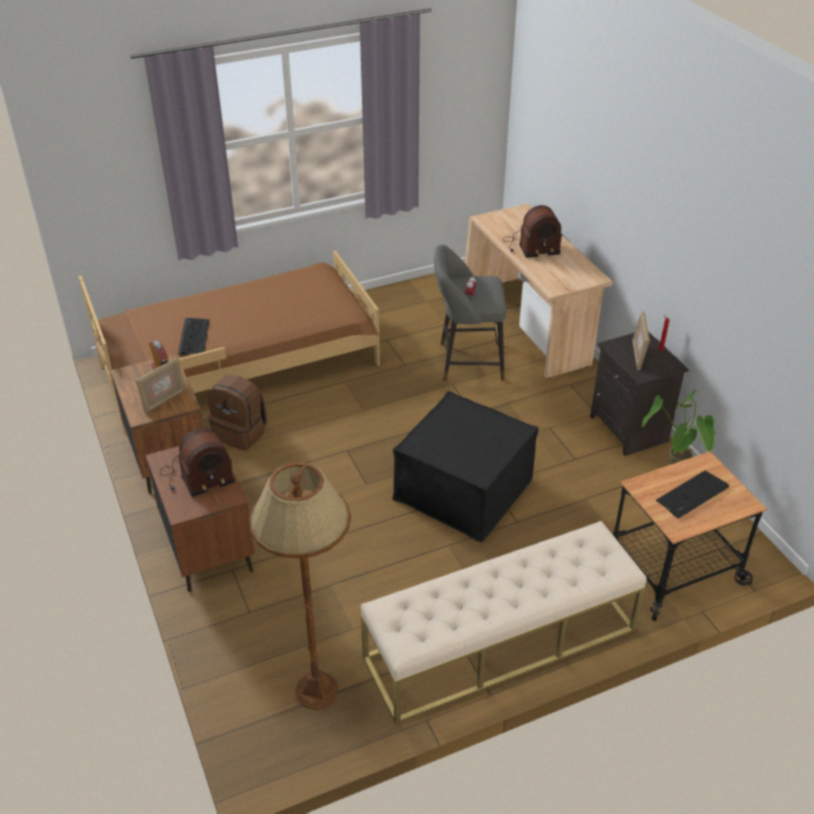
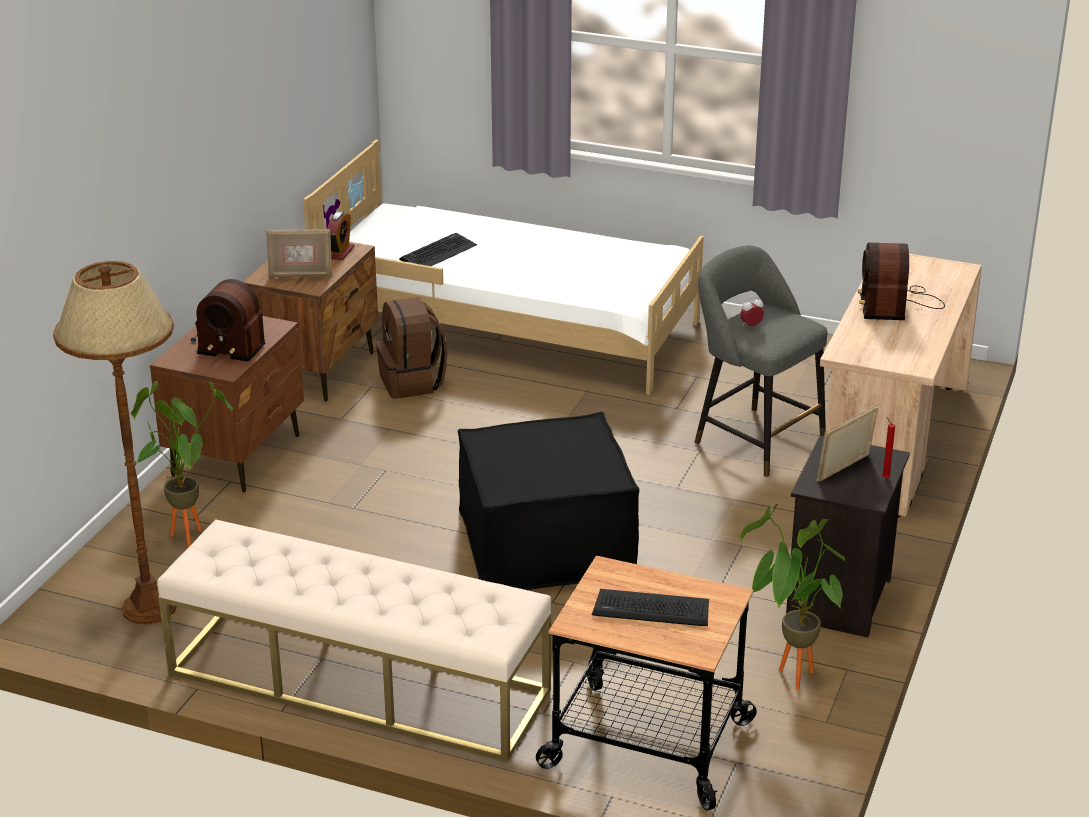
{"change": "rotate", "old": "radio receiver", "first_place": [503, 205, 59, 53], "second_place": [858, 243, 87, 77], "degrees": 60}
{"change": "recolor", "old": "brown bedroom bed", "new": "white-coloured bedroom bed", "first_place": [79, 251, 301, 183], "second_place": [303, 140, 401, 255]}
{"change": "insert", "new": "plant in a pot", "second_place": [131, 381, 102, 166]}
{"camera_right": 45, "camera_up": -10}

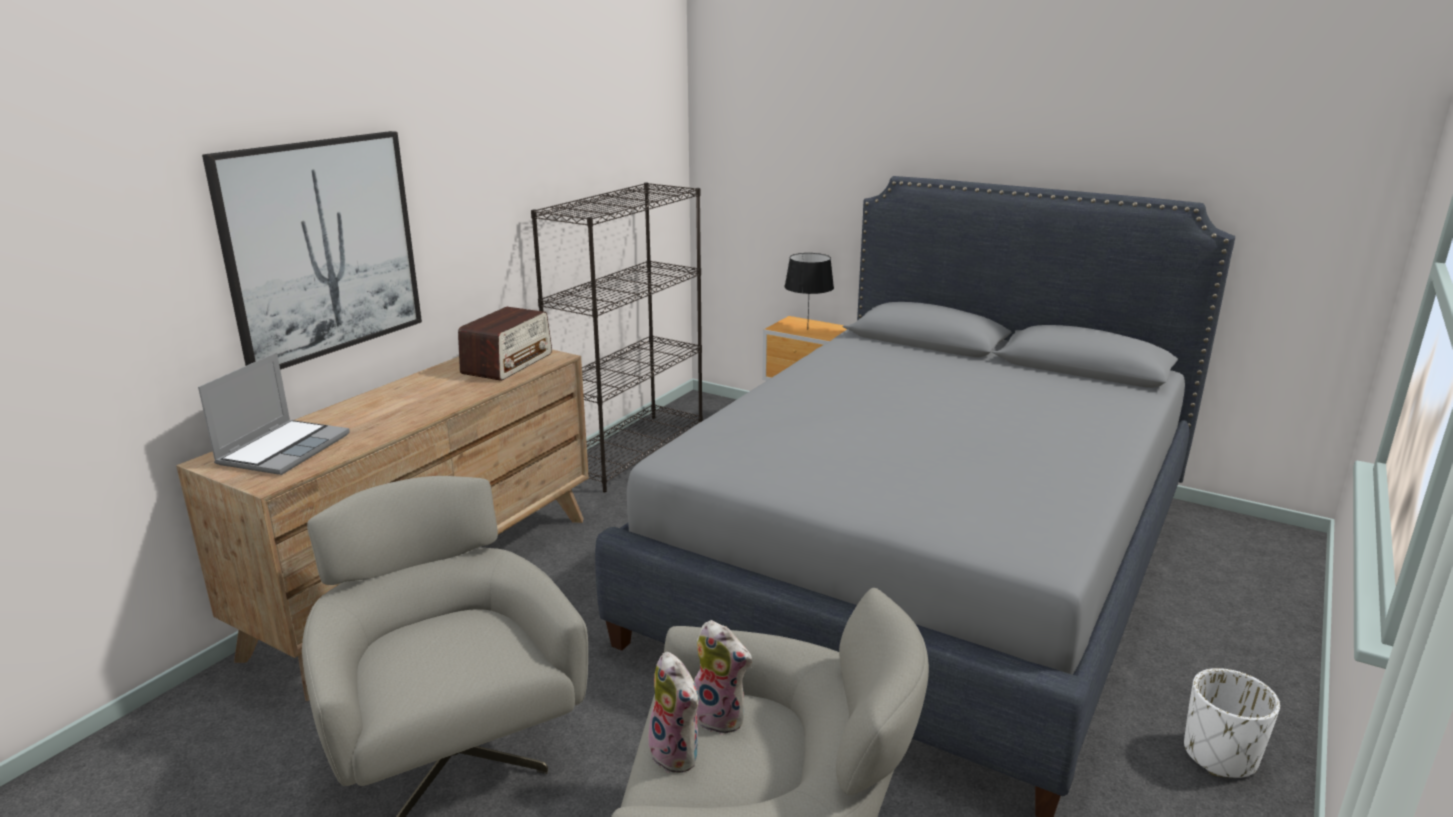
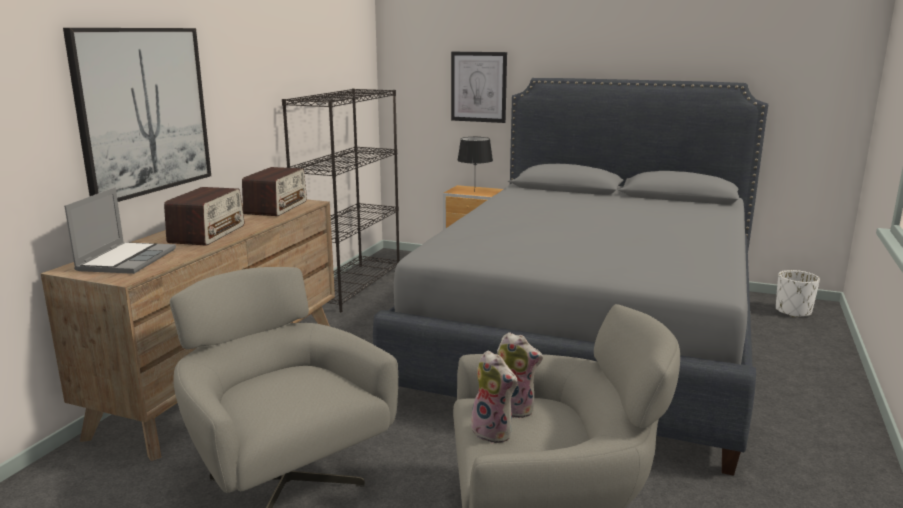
{"change": "move", "old": "white-coloured flower pot", "first_place": [1184, 668, 96, 110], "second_place": [776, 270, 44, 47]}
{"change": "insert", "new": "picture", "second_place": [451, 52, 56, 71]}
{"change": "insert", "new": "radio receiver", "second_place": [164, 187, 81, 59]}
{"camera_right": -10, "camera_up": -5}

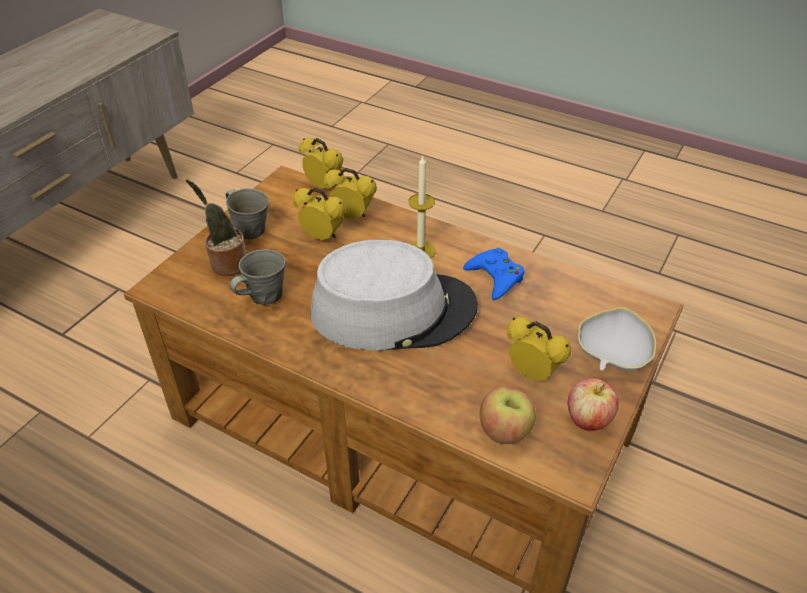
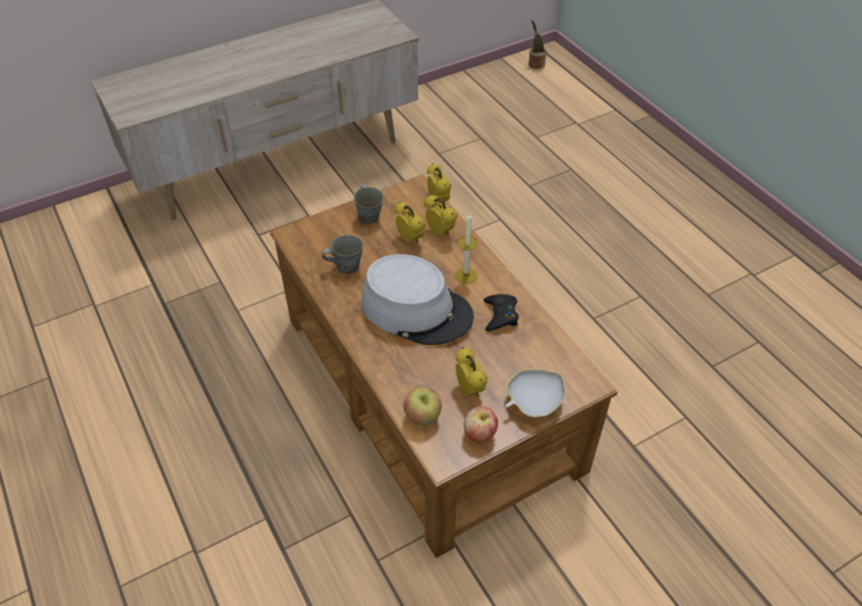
{"change": "move", "old": "plant in a pot", "first_place": [186, 179, 61, 97], "second_place": [529, 19, 18, 50]}
{"change": "recolor", "old": "bluish gamepad", "new": "black-coloured gamepad", "first_place": [463, 248, 62, 52], "second_place": [484, 294, 35, 37]}
{"camera_right": 30, "camera_up": 5}

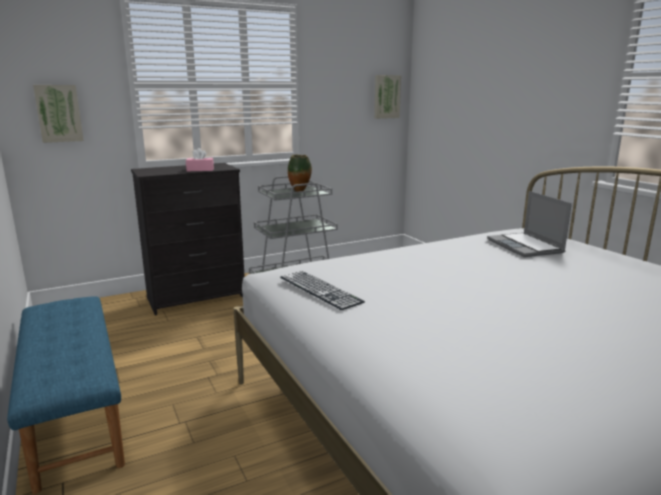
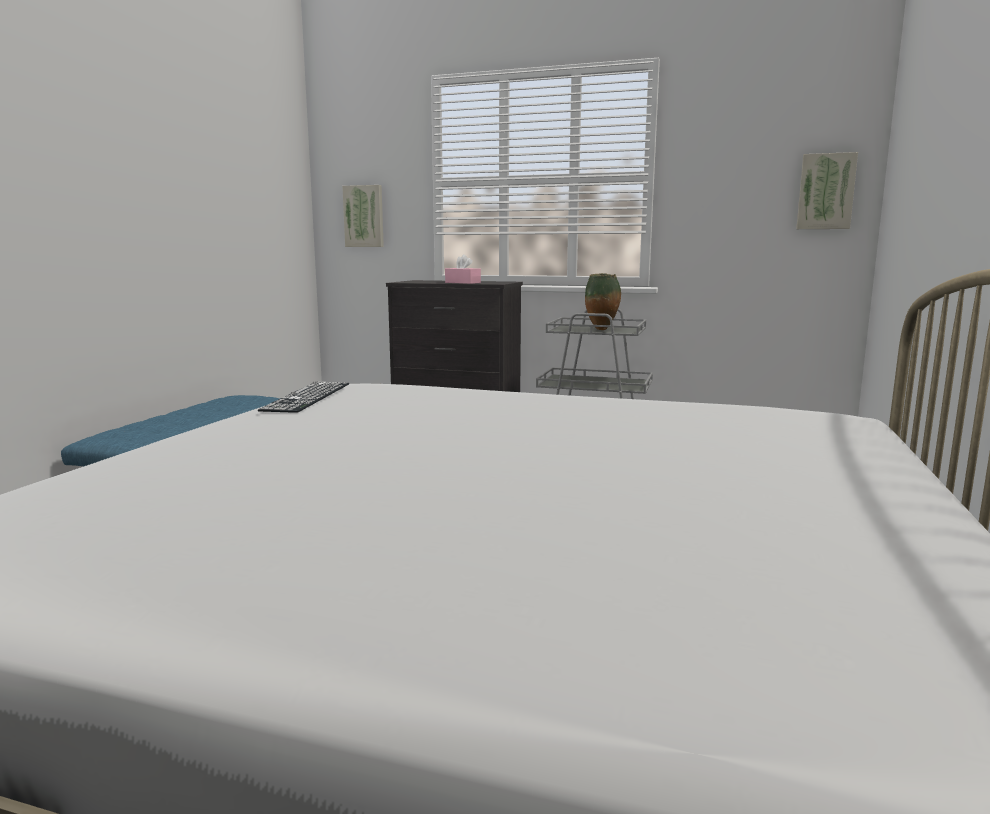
{"change": "delete", "old": "portable computer", "first_place": [487, 191, 85, 66]}
{"camera_right": 45, "camera_up": -5}

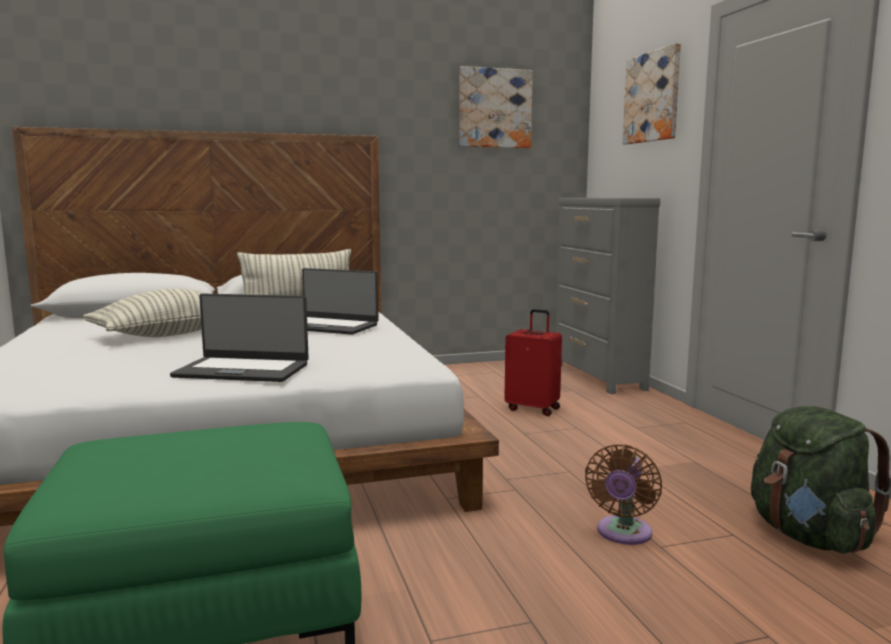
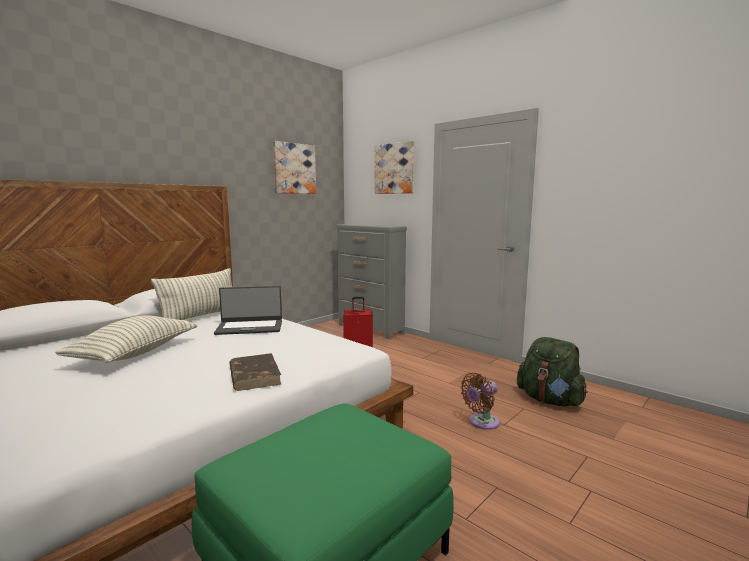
{"change": "replace", "old": "portable computer", "new": "brown book", "first_place": [170, 294, 139, 88], "second_place": [230, 353, 51, 38]}
{"change": "rotate", "old": "brown fan", "first_place": [585, 444, 77, 101], "second_place": [460, 373, 40, 57], "degrees": 60}
{"camera_right": -30, "camera_up": 0}

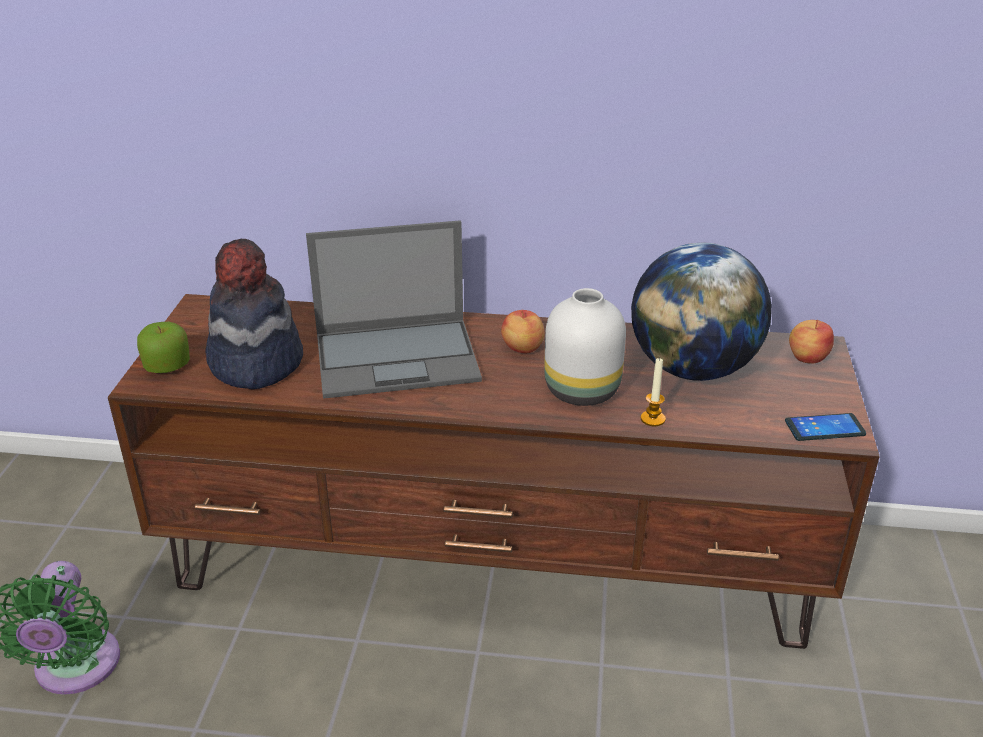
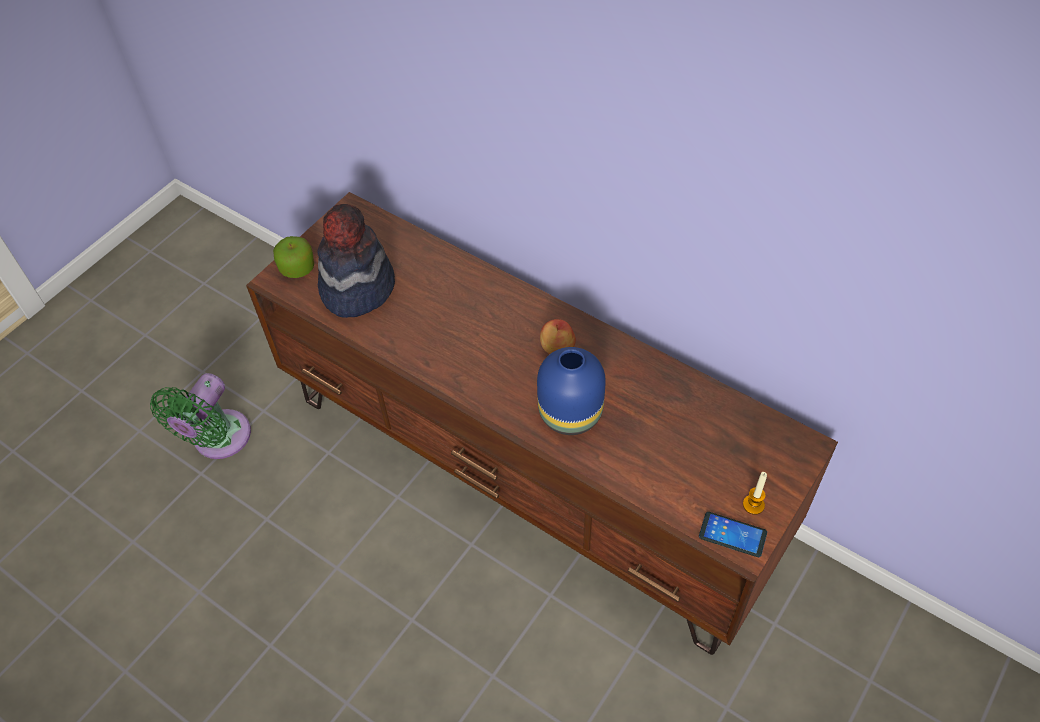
{"change": "delete", "old": "portable computer", "first_place": [306, 220, 176, 179]}
{"change": "delete", "old": "world globe", "first_place": [631, 243, 141, 138]}
{"change": "recolor", "old": "white-coloured flower vase", "new": "bluish flower vase", "first_place": [544, 288, 82, 118], "second_place": [537, 347, 69, 88]}
{"change": "delete", "old": "whole apple", "first_place": [789, 320, 45, 44]}
{"change": "move", "old": "wax light", "first_place": [641, 357, 25, 69], "second_place": [743, 472, 24, 43]}
{"camera_right": 30, "camera_up": 20}

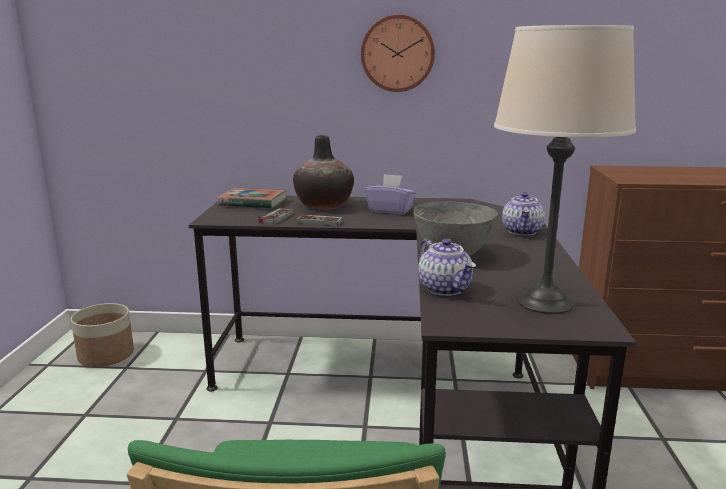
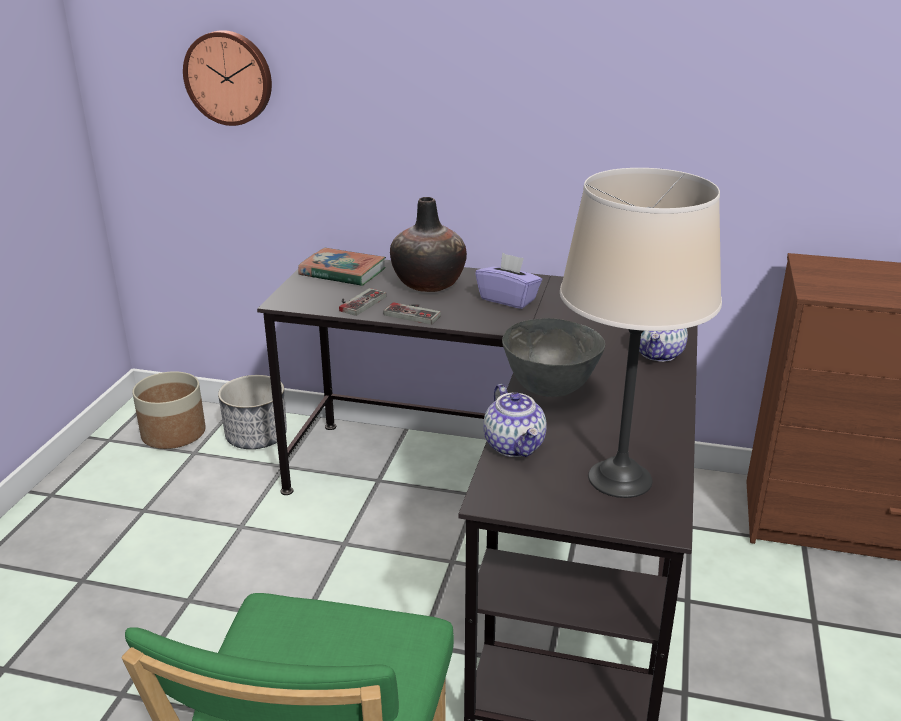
{"change": "move", "old": "clock on the wall", "first_place": [361, 14, 74, 78], "second_place": [183, 30, 89, 96]}
{"change": "insert", "new": "flower pot", "second_place": [218, 375, 69, 74]}
{"camera_right": 10, "camera_up": 10}

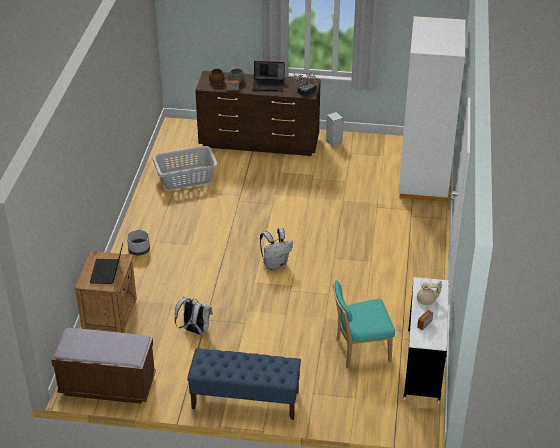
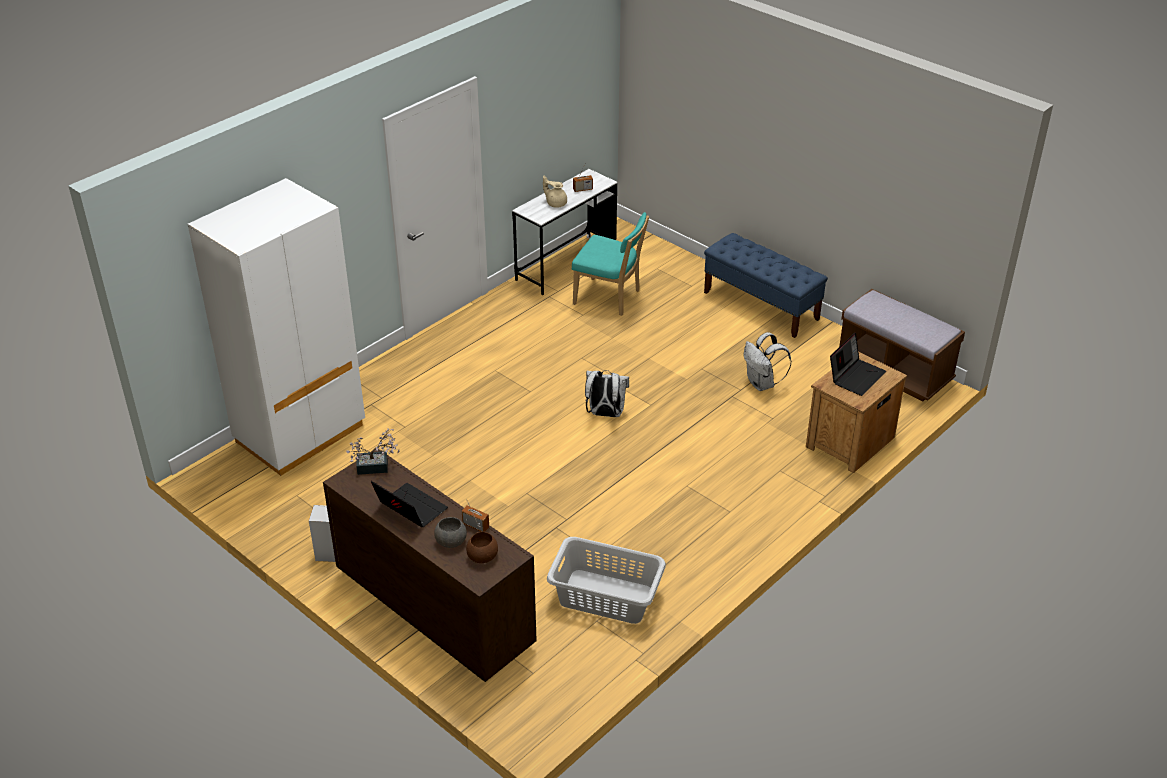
{"change": "delete", "old": "grey flower pot", "first_place": [127, 230, 23, 25]}
{"camera_right": -145, "camera_up": 0}

